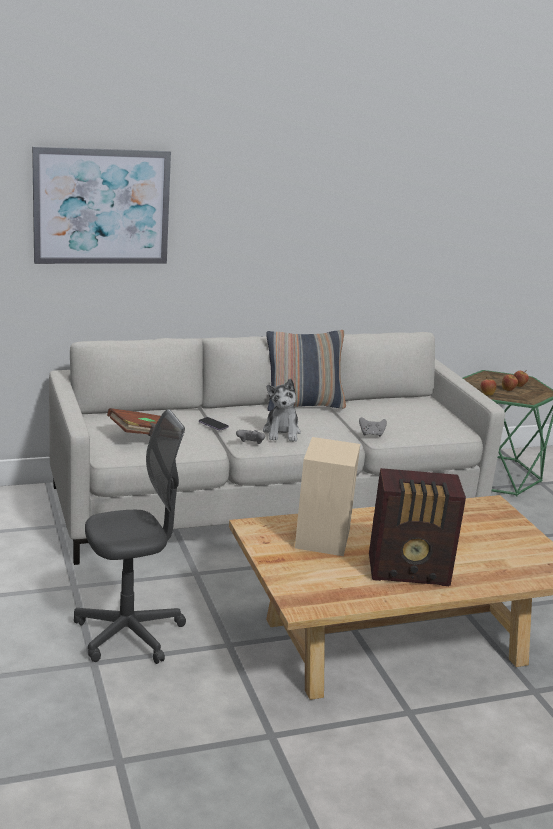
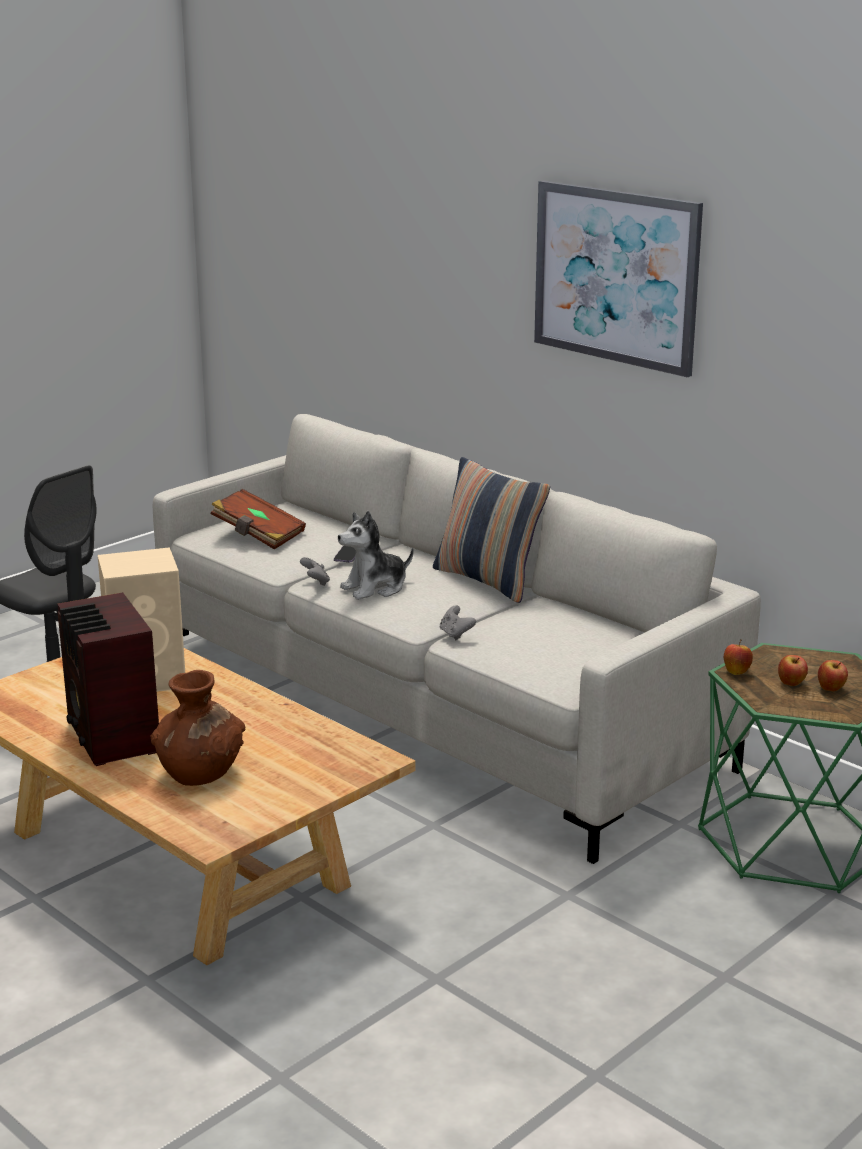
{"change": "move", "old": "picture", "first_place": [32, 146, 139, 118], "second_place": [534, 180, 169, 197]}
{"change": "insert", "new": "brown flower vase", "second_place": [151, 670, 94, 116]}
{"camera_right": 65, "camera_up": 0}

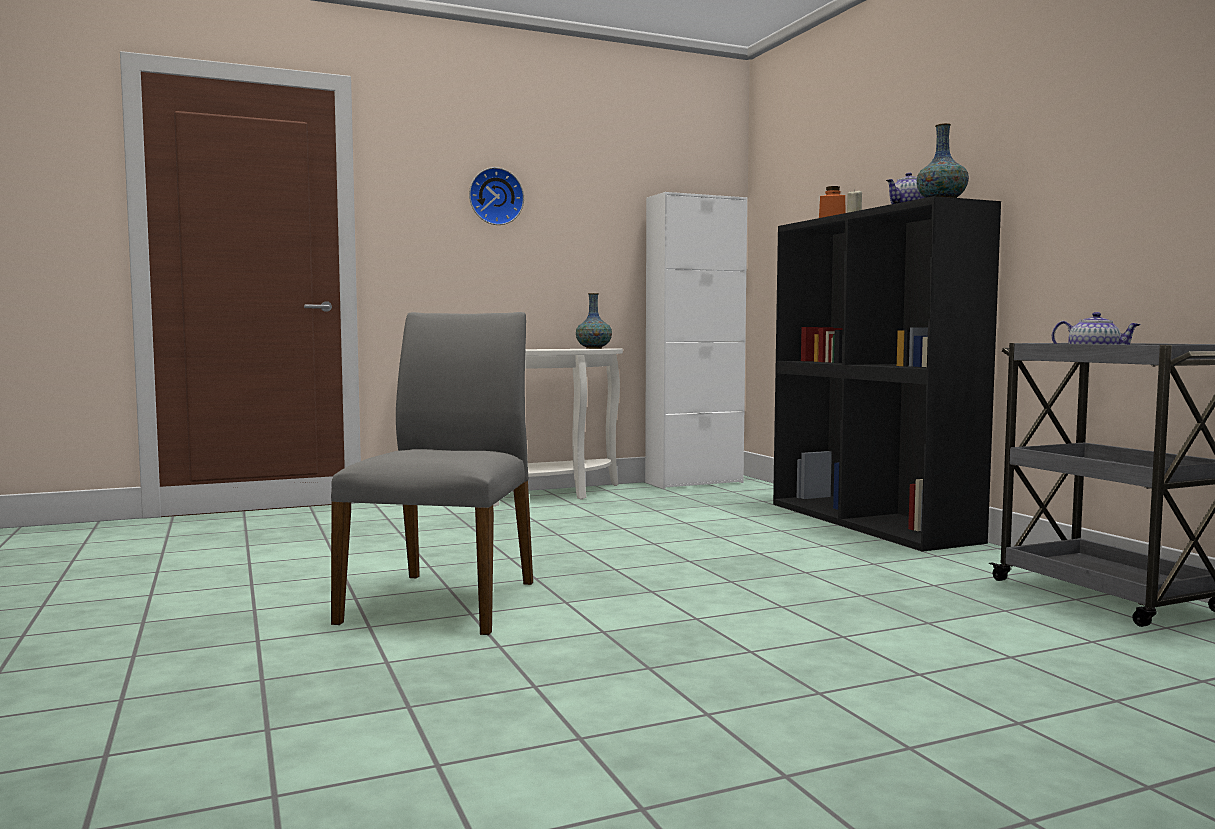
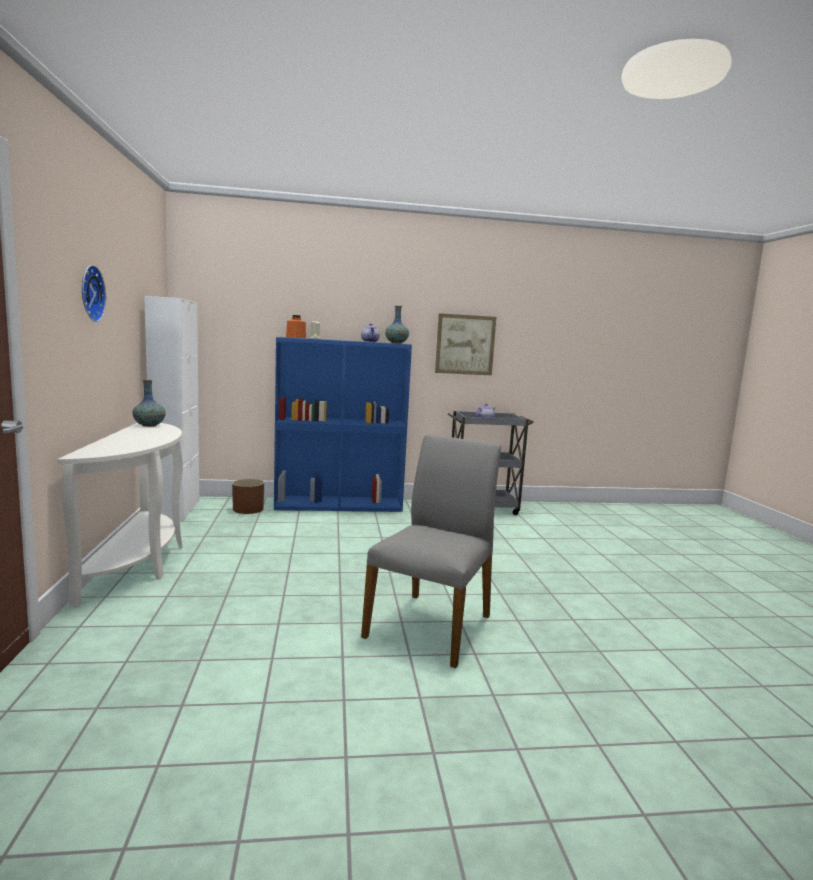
{"change": "recolor", "old": "black-coloured shelving unit", "new": "bluish shelving unit", "first_place": [773, 196, 228, 356], "second_place": [274, 337, 138, 175]}
{"change": "rotate", "old": "grey plain chair", "first_place": [331, 312, 202, 323], "second_place": [361, 434, 140, 234], "degrees": 90}
{"change": "insert", "new": "picture", "second_place": [435, 313, 61, 62]}
{"change": "insert", "new": "brown flower pot", "second_place": [232, 479, 32, 35]}
{"camera_right": -75, "camera_up": 5}

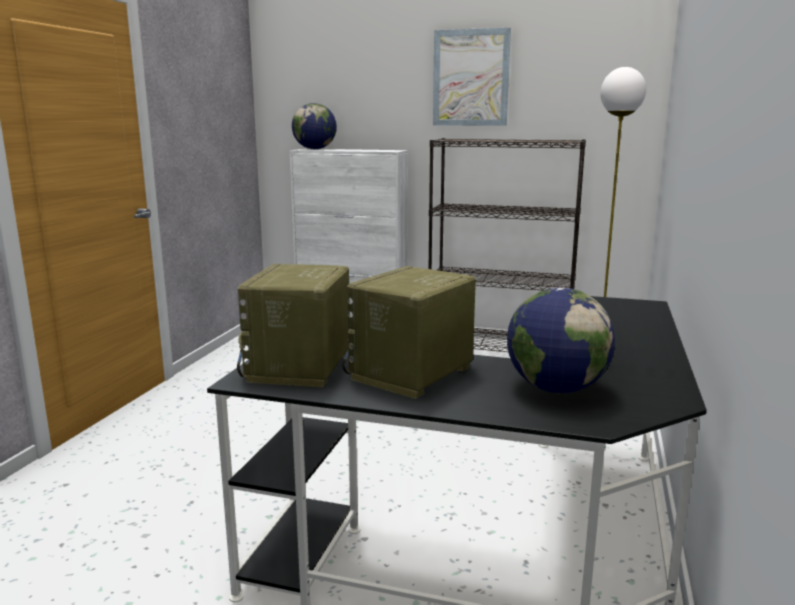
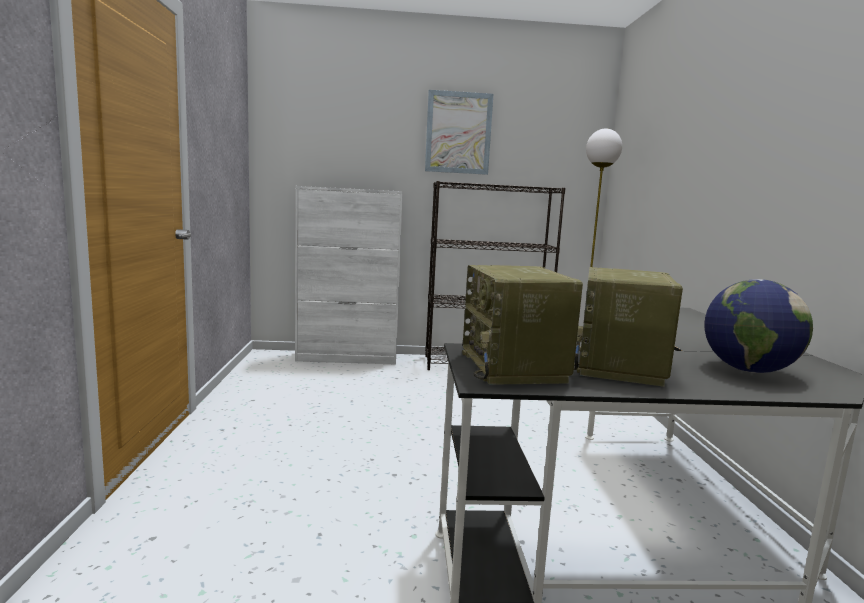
{"change": "delete", "old": "world globe", "first_place": [292, 103, 45, 46]}
{"camera_right": -20, "camera_up": -5}

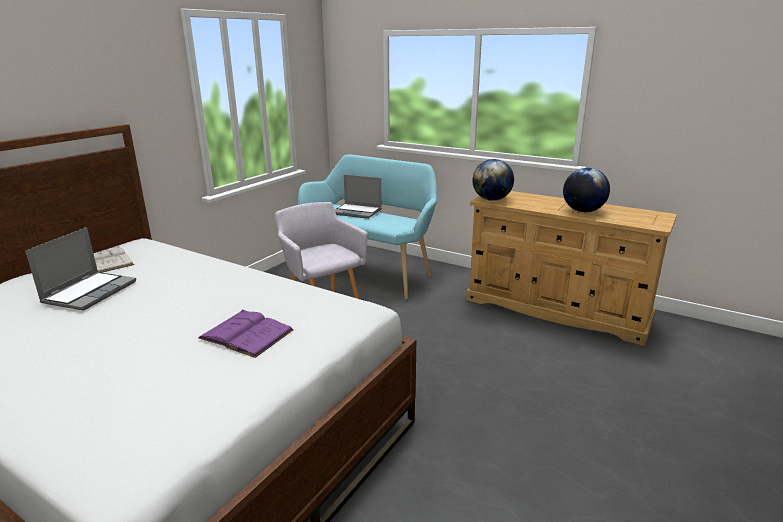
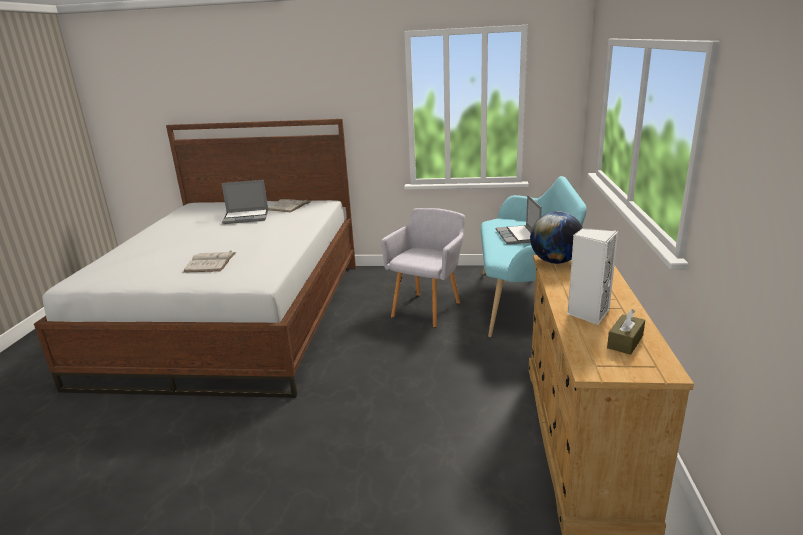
{"change": "replace", "old": "world globe", "new": "white-coloured speaker", "first_place": [563, 168, 47, 44], "second_place": [567, 228, 51, 97]}
{"change": "recolor", "old": "purplish book", "new": "white-coloured book", "first_place": [198, 309, 96, 49], "second_place": [183, 251, 53, 22]}
{"change": "insert", "new": "brown box of tissues", "second_place": [607, 309, 38, 46]}
{"camera_right": 65, "camera_up": 0}

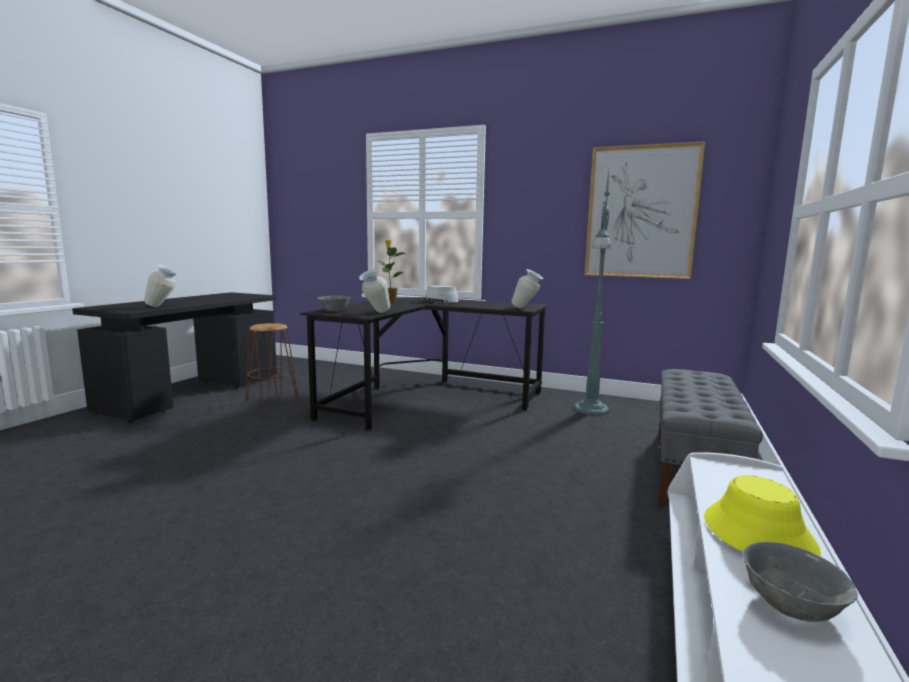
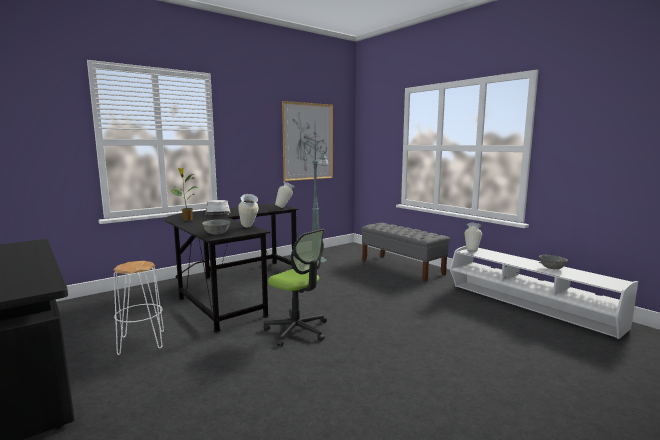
{"change": "move", "old": "flower vase", "first_place": [144, 264, 35, 43], "second_place": [464, 223, 18, 29]}
{"change": "recolor", "old": "brown stool", "new": "white-coloured stool", "first_place": [245, 323, 54, 89], "second_place": [113, 261, 51, 94]}
{"change": "delete", "old": "yellow clothing hat", "first_place": [704, 475, 117, 81]}
{"change": "insert", "new": "desk chair", "second_place": [263, 229, 64, 117]}
{"camera_right": -60, "camera_up": 0}

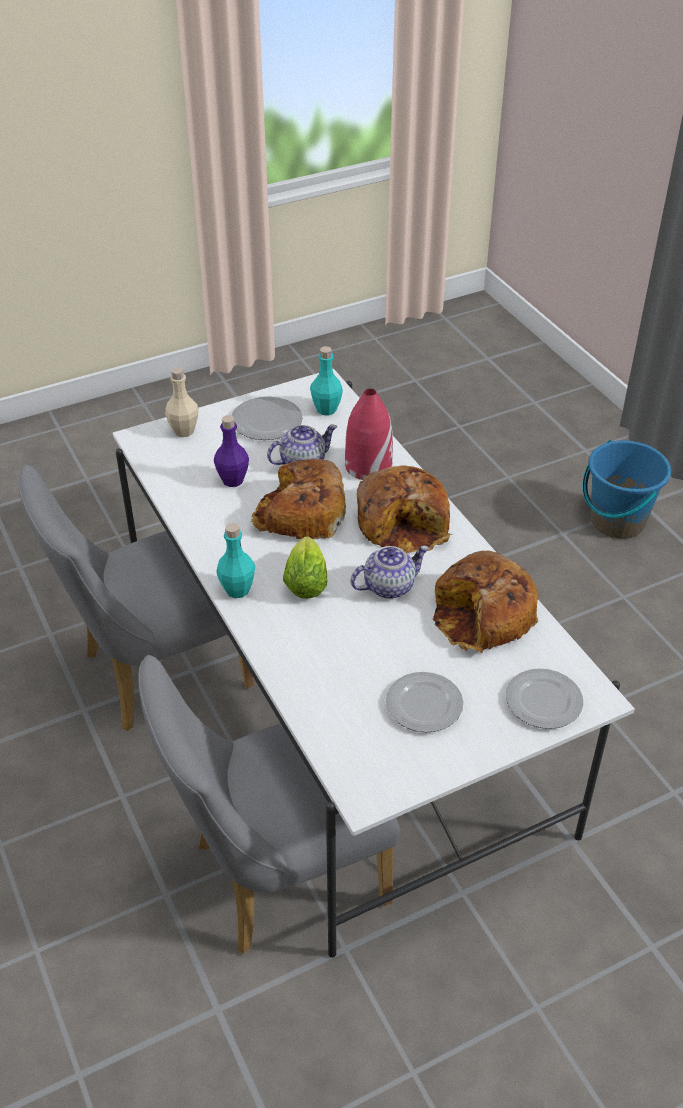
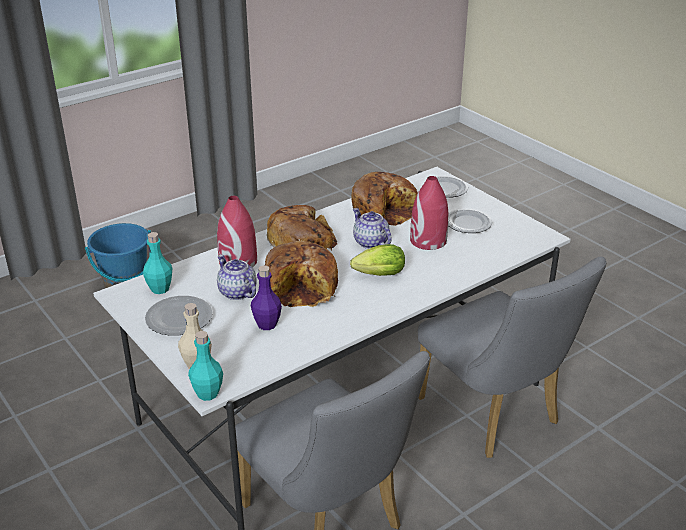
{"change": "move", "old": "turquoise beverage bottle", "first_place": [216, 523, 39, 75], "second_place": [188, 331, 35, 70]}
{"change": "insert", "new": "red-coloured flower vase", "second_place": [410, 176, 38, 74]}
{"camera_right": -100, "camera_up": -10}

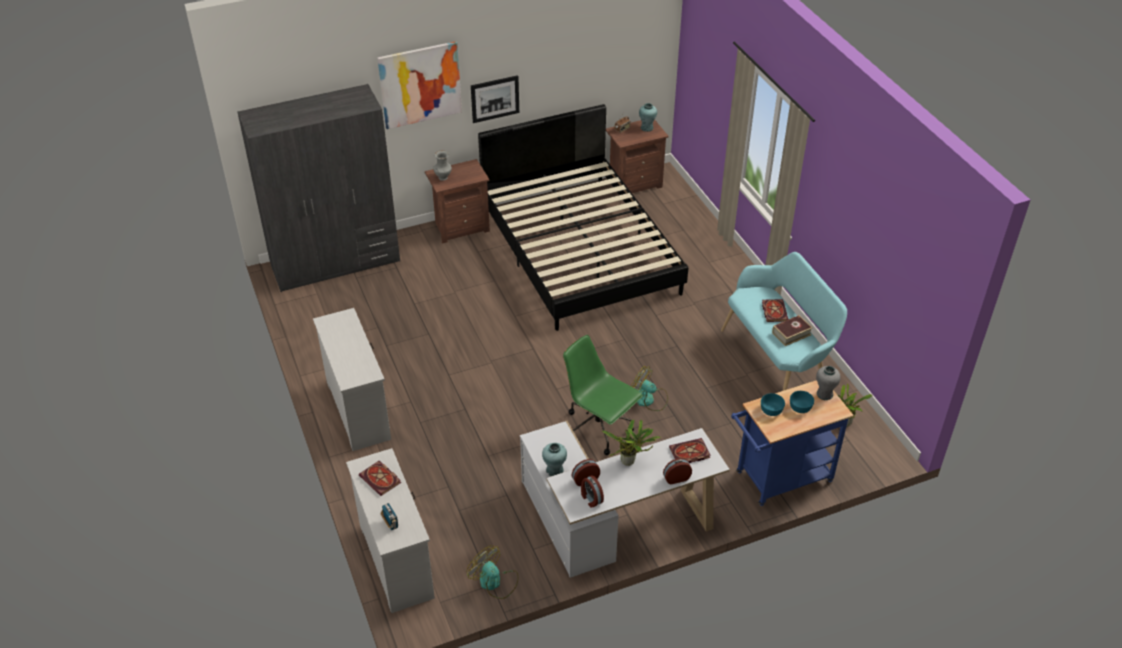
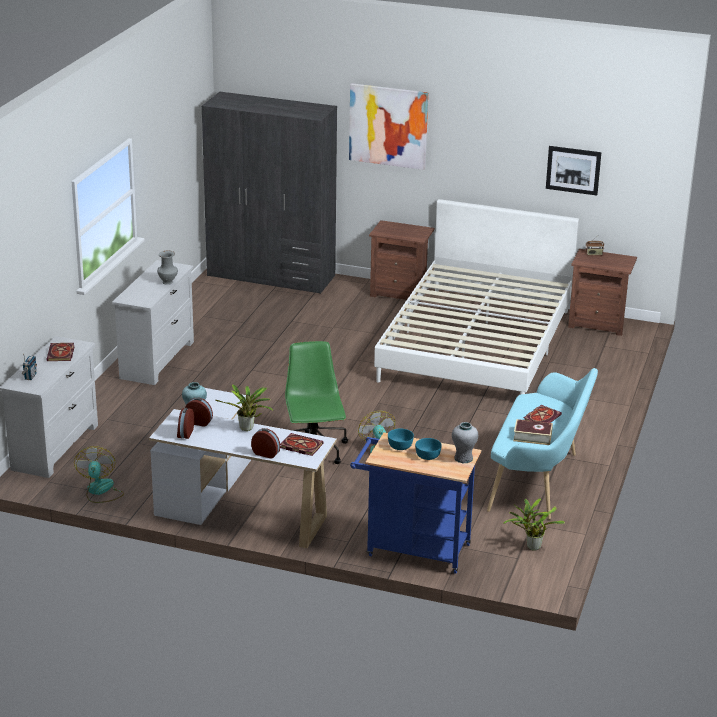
{"change": "move", "old": "picture", "first_place": [471, 75, 48, 48], "second_place": [546, 146, 55, 50]}
{"change": "delete", "old": "turquoise flower vase", "first_place": [639, 103, 18, 29]}
{"change": "recolor", "old": "black-coloured bedroom bed", "new": "white-coloured bedroom bed", "first_place": [478, 104, 210, 227], "second_place": [374, 199, 205, 196]}
{"change": "move", "old": "grey flower vase", "first_place": [433, 151, 19, 30], "second_place": [157, 251, 21, 34]}
{"camera_right": 40, "camera_up": -15}

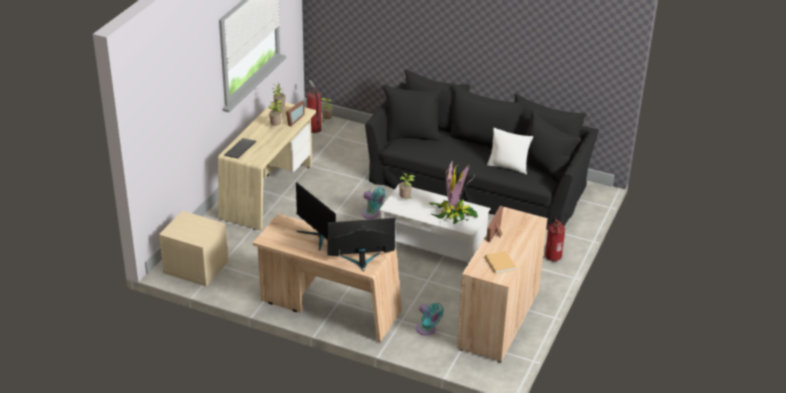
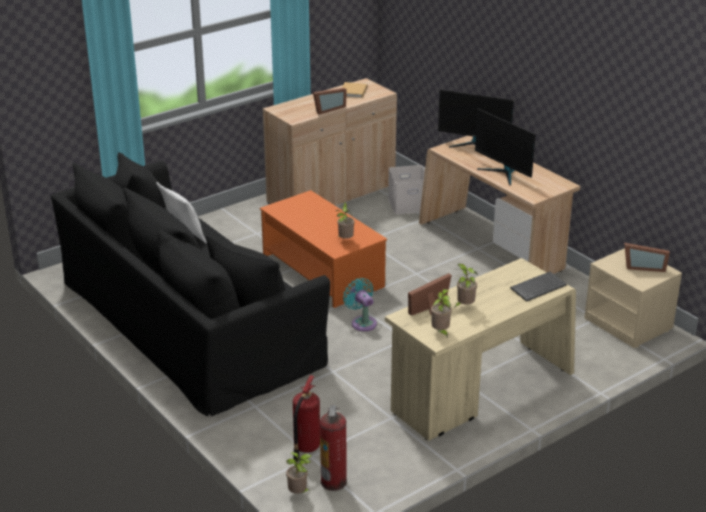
{"change": "delete", "old": "plant in a pot", "first_place": [428, 161, 50, 63]}
{"change": "rotate", "old": "computer display", "first_place": [296, 182, 40, 69], "second_place": [475, 109, 61, 77], "degrees": 150}
{"change": "recolor", "old": "white-coloured coffee table", "new": "orange coffee table", "first_place": [379, 184, 112, 81], "second_place": [260, 190, 127, 118]}
{"change": "move", "old": "extinguisher", "first_place": [545, 218, 20, 43], "second_place": [293, 375, 27, 86]}
{"change": "replace", "old": "turquoise fan", "new": "white-coloured storage box", "first_place": [416, 303, 28, 32], "second_place": [388, 165, 37, 49]}
{"change": "insert", "new": "picture frame", "second_place": [624, 243, 46, 29]}
{"camera_right": -150, "camera_up": -5}

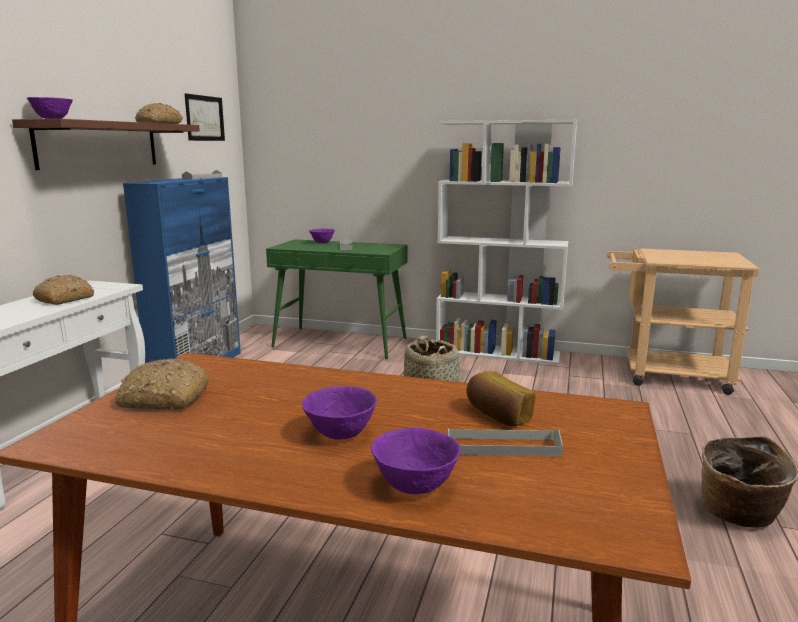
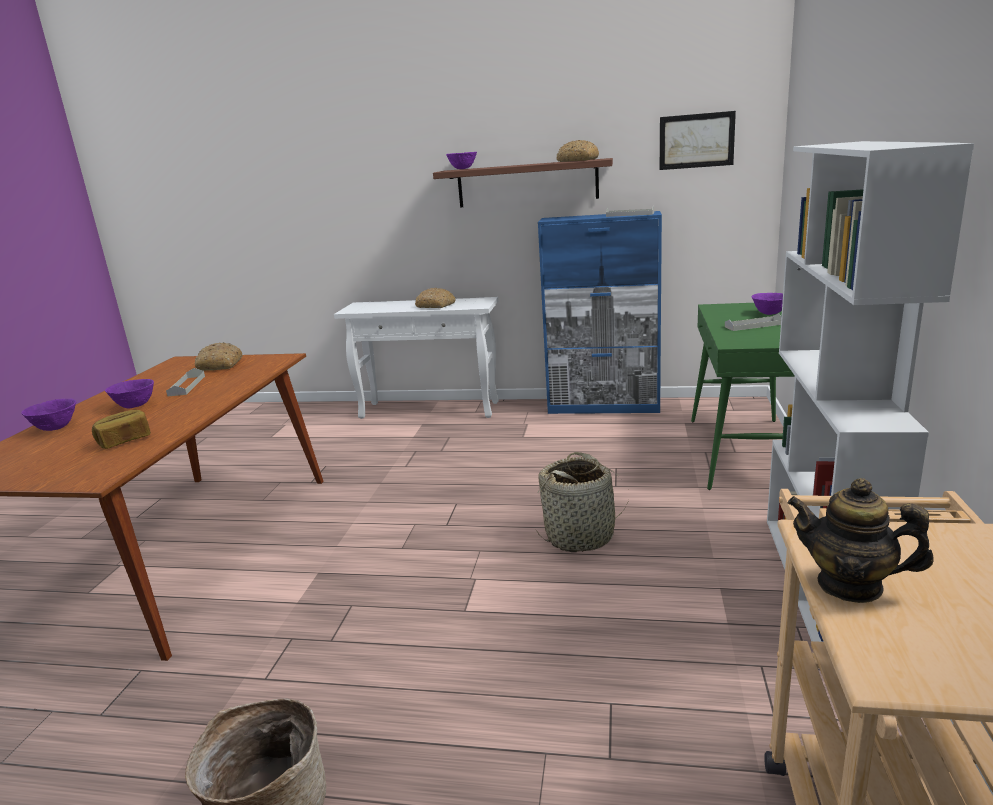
{"change": "move", "old": "grey tray", "first_place": [447, 428, 116, 28], "second_place": [166, 368, 39, 29]}
{"change": "insert", "new": "tea pot", "second_place": [787, 478, 147, 125]}
{"camera_right": 85, "camera_up": 5}

